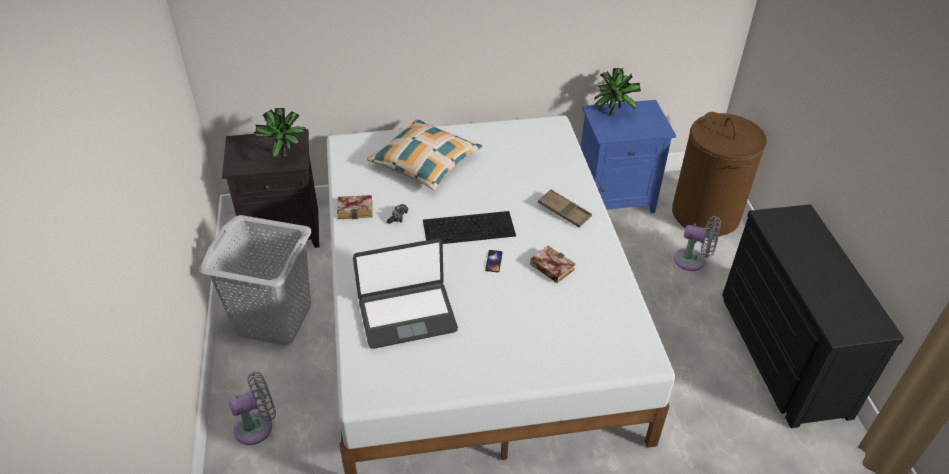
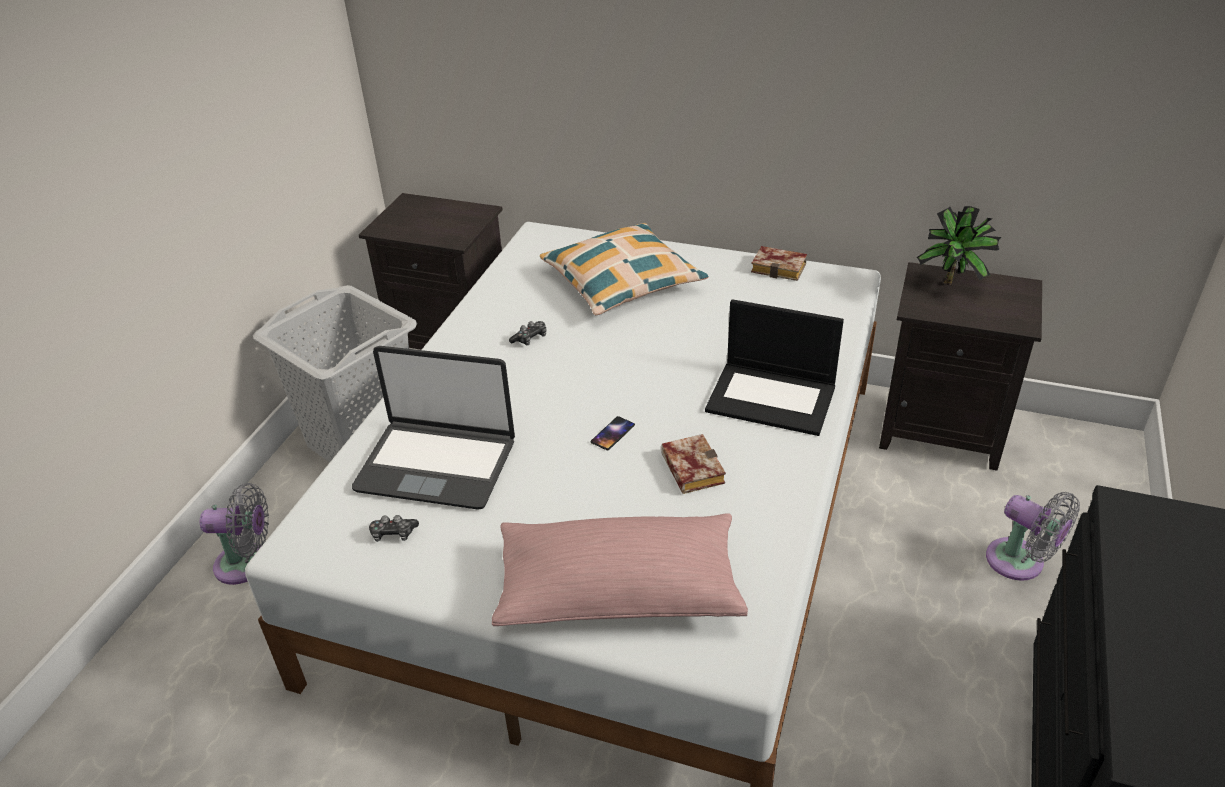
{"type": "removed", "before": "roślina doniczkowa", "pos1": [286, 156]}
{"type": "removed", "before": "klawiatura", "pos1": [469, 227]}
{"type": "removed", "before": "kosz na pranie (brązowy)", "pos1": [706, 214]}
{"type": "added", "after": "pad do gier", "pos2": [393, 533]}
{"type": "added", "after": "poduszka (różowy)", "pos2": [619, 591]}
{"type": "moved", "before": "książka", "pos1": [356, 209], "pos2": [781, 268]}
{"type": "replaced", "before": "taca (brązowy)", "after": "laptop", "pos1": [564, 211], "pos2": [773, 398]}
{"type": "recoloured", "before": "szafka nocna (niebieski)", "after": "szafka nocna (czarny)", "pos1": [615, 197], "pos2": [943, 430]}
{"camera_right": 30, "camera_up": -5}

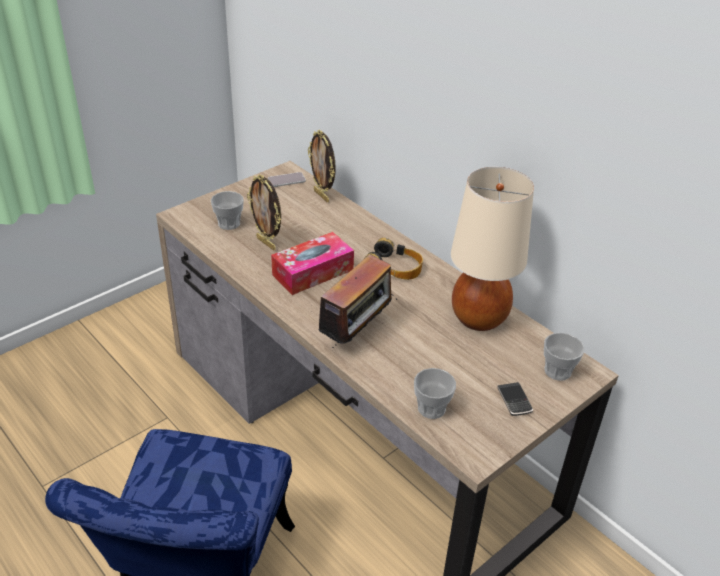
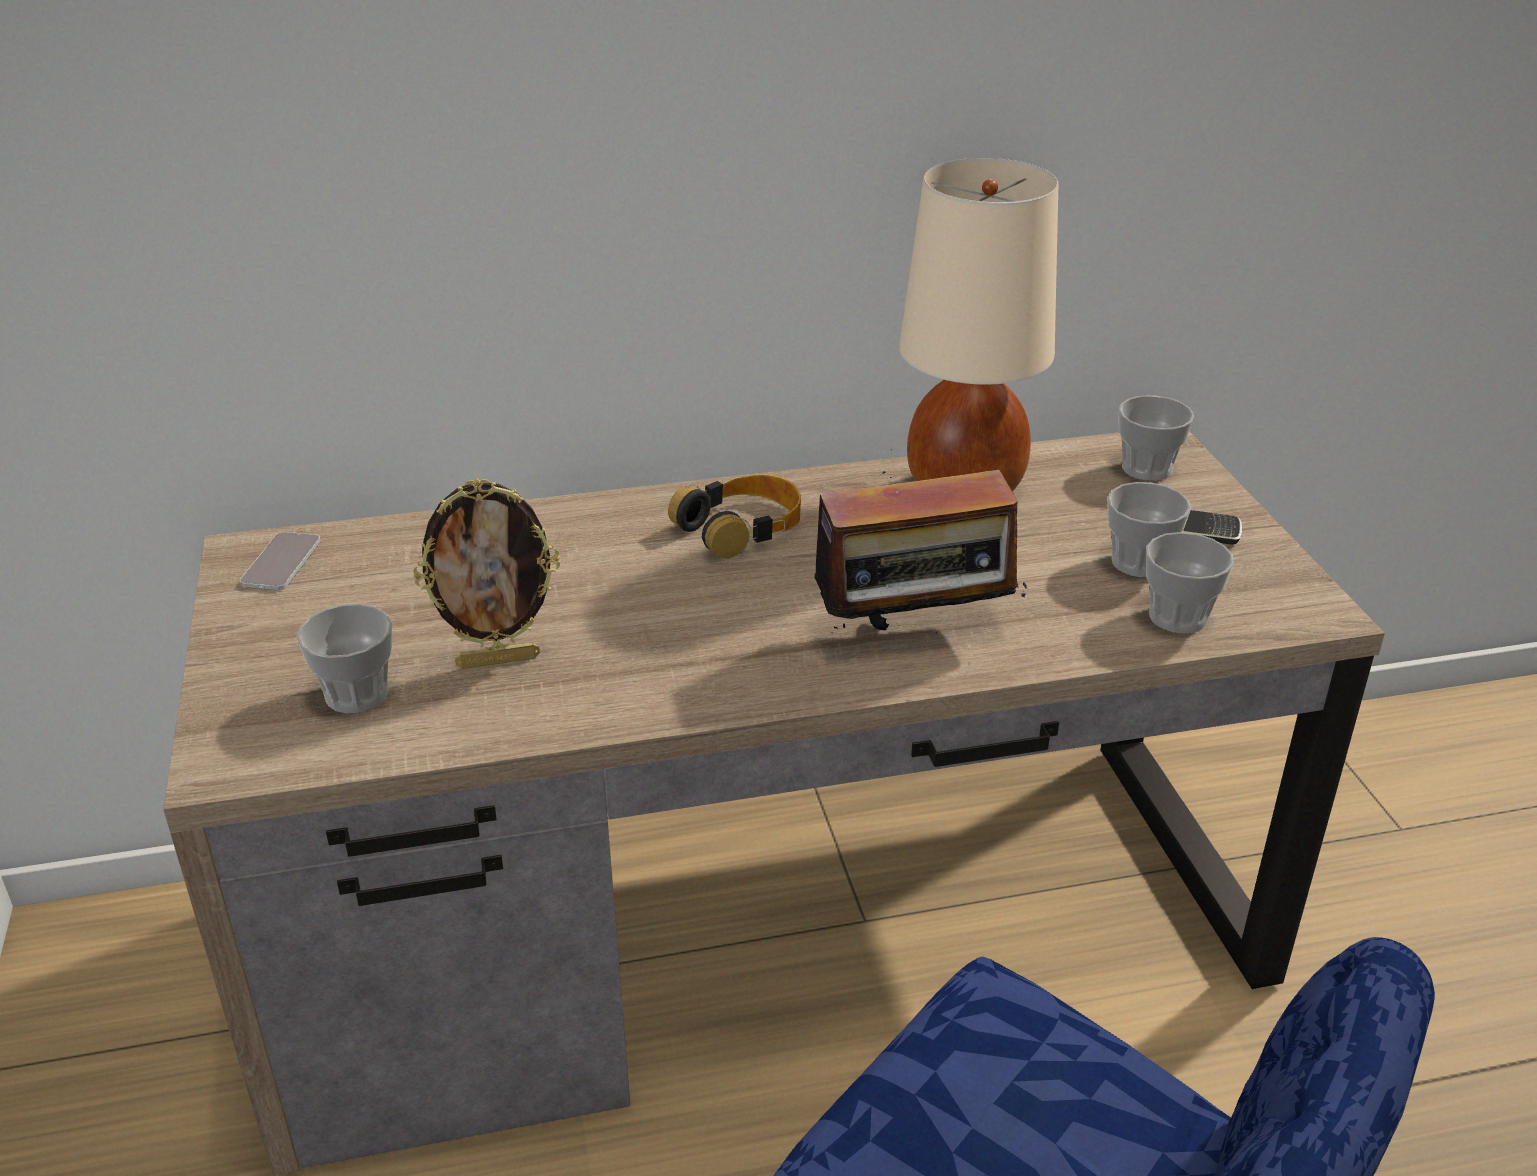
{"type": "removed", "before": "pudełko chusteczek", "pos1": [313, 272]}
{"type": "removed", "before": "ramka na zdjęcie", "pos1": [322, 196]}
{"type": "added", "after": "filiżanka", "pos2": [1139, 563]}
{"type": "turned", "before": "radio", "pos1": [356, 334], "pos2": [914, 634], "turn": 105}
{"camera_right": -60, "camera_up": -5}

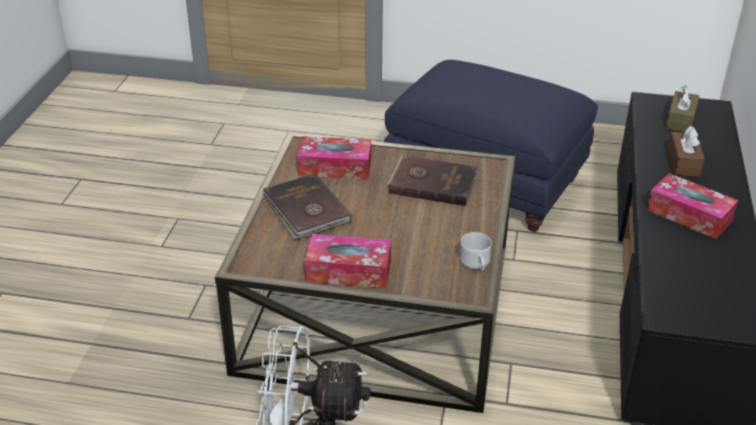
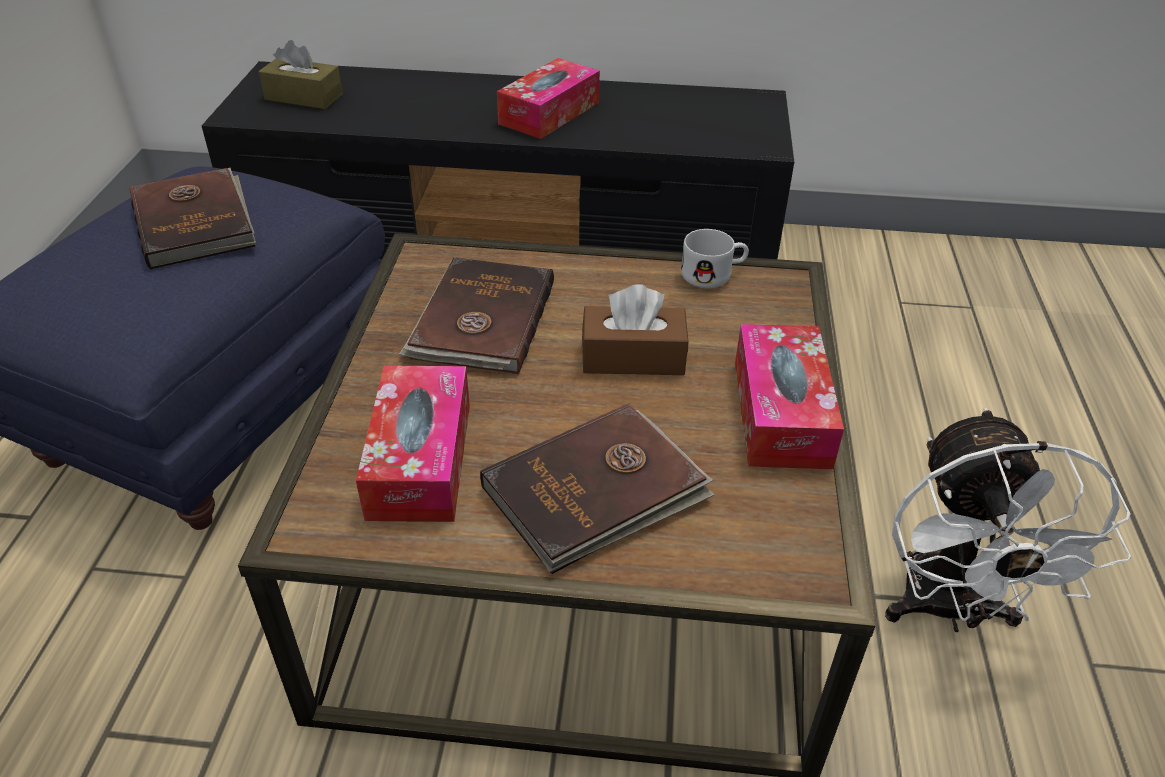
{"type": "added", "after": "książka (brązowy)", "pos2": [196, 222]}
{"type": "moved", "before": "pudełko chusteczek (brązowy)", "pos1": [683, 162], "pos2": [633, 357]}
{"camera_right": -95, "camera_up": 5}

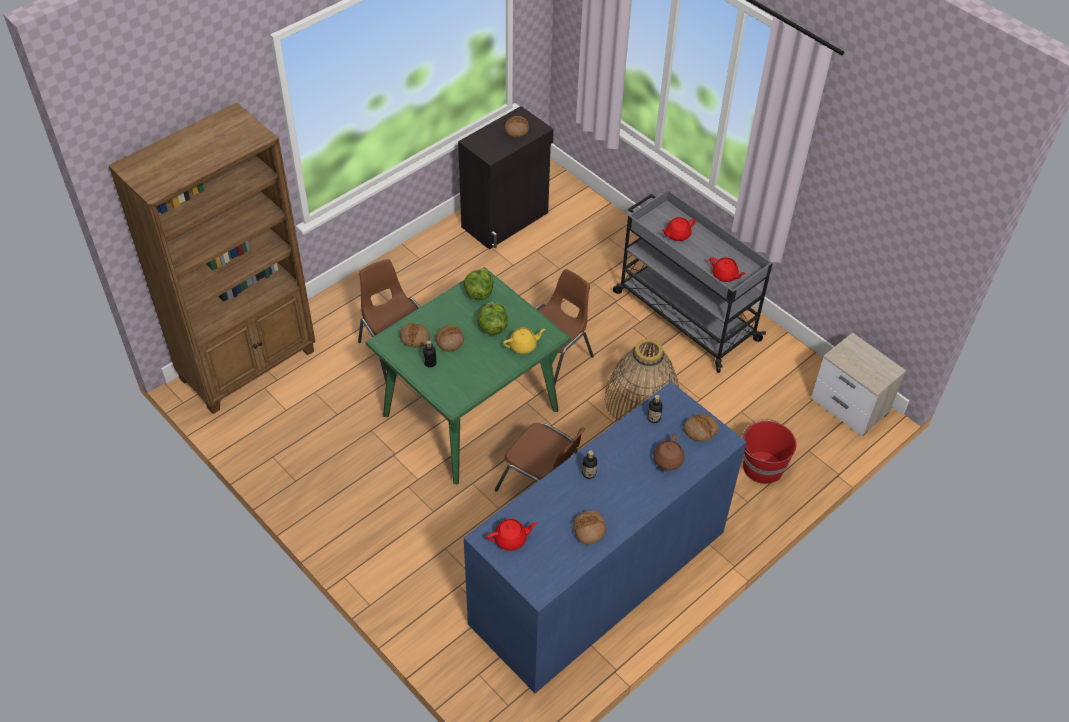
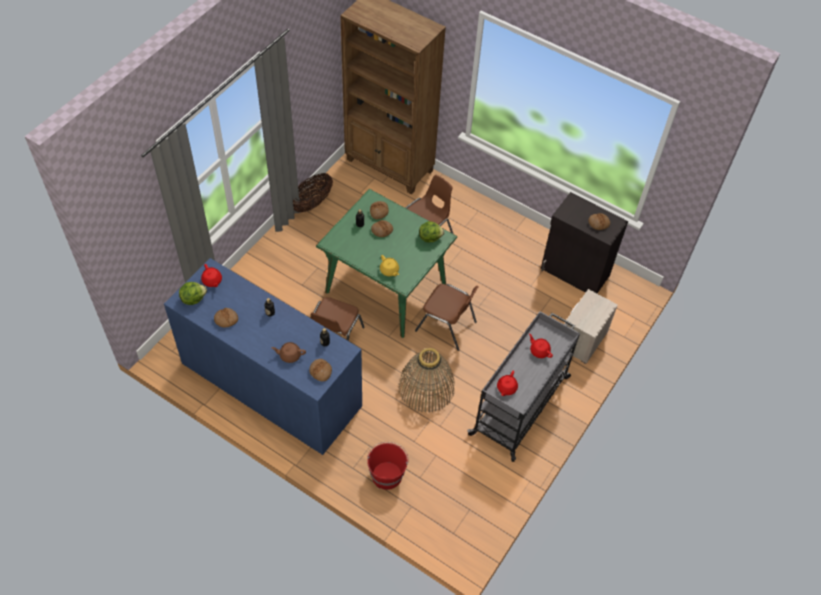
{"type": "added", "after": "koszyk", "pos2": [312, 203]}
{"type": "moved", "before": "sałata", "pos1": [492, 327], "pos2": [193, 298]}
{"type": "moved", "before": "szafka nocna", "pos1": [850, 407], "pos2": [582, 340]}
{"camera_right": 75, "camera_up": 5}

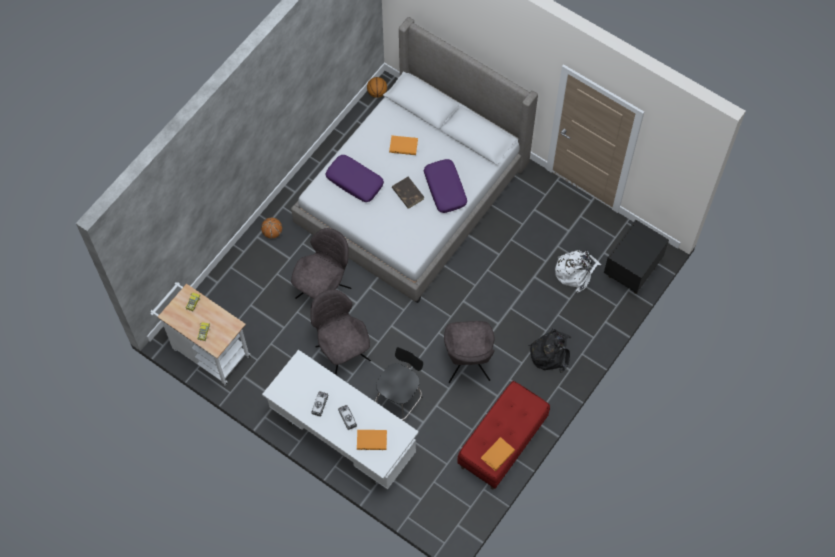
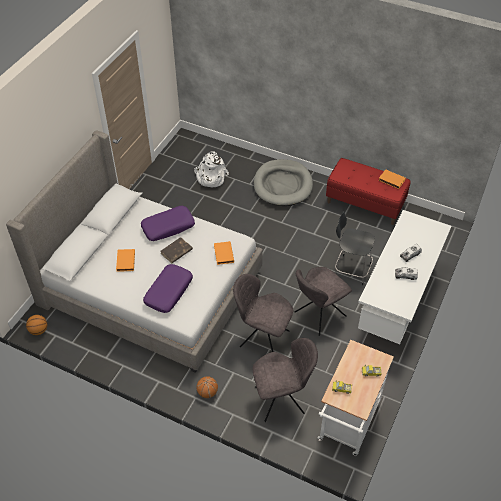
{"type": "removed", "before": "szafka nocna (czarny)", "pos1": [631, 272]}
{"type": "moved", "before": "książka (pomarańczowy)", "pos1": [372, 440], "pos2": [223, 254]}
{"type": "moved", "before": "krzesło (szary)", "pos1": [467, 365], "pos2": [281, 399]}
{"type": "replaced", "before": "plecak (czarny)", "after": "legowisko (szary)", "pos1": [550, 353], "pos2": [283, 185]}
{"camera_right": -100, "camera_up": -15}

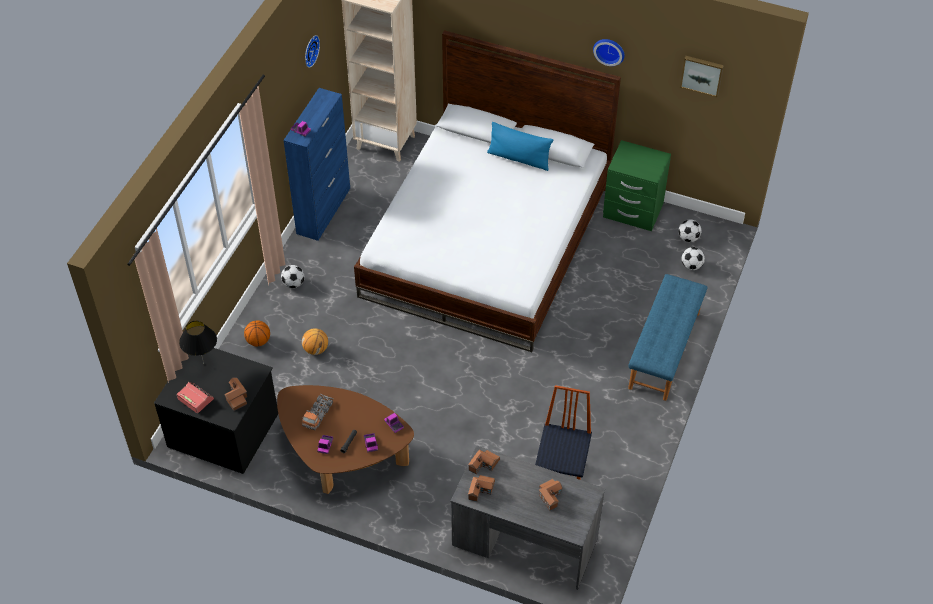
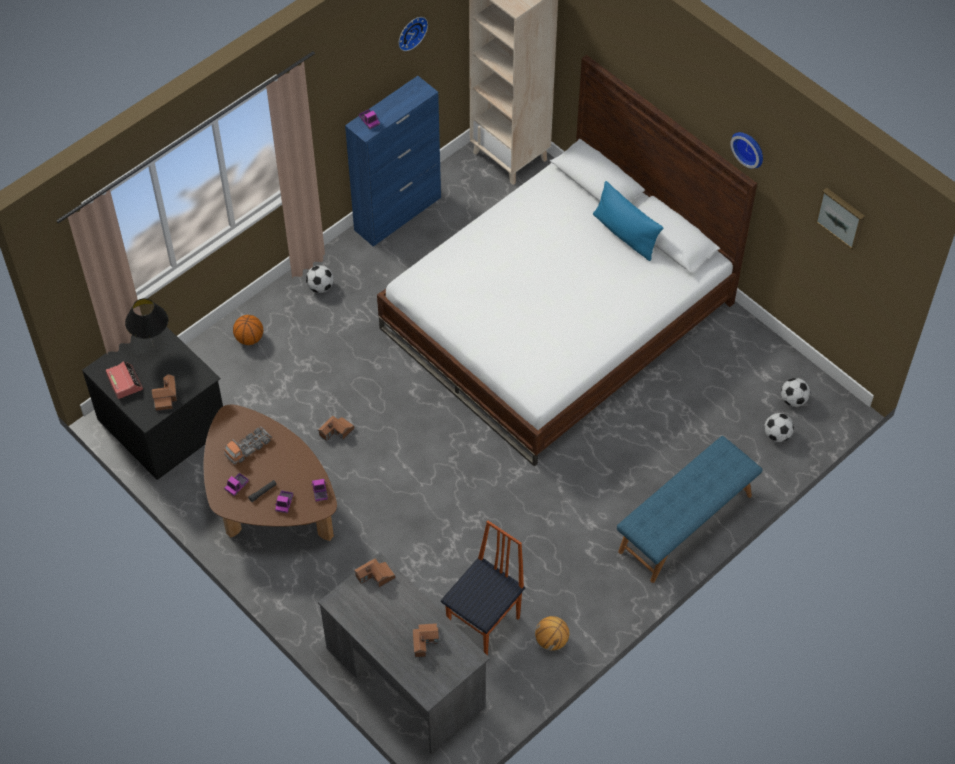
{"type": "removed", "before": "szafka nocna (zielony)", "pos1": [632, 211]}
{"type": "moved", "before": "piłka do koszykówki", "pos1": [316, 349], "pos2": [551, 640]}
{"type": "moved", "before": "domek", "pos1": [481, 490], "pos2": [336, 432]}
{"camera_right": 25, "camera_up": 5}

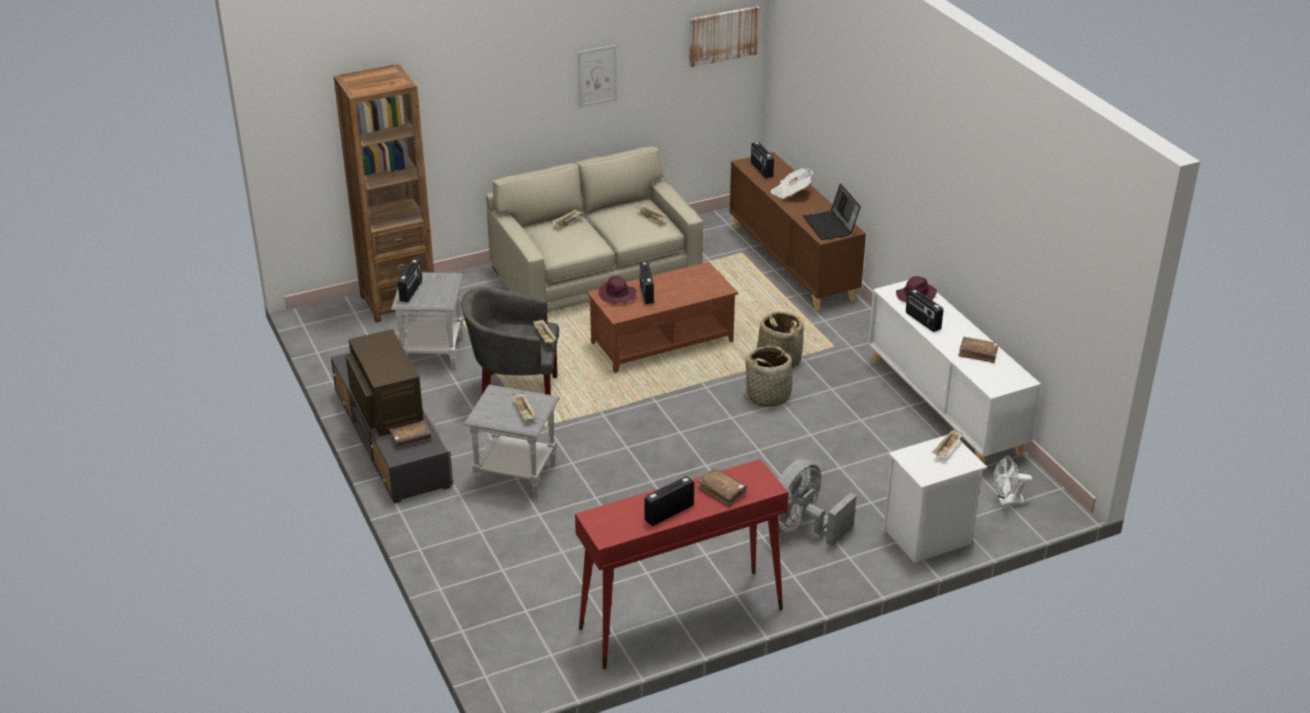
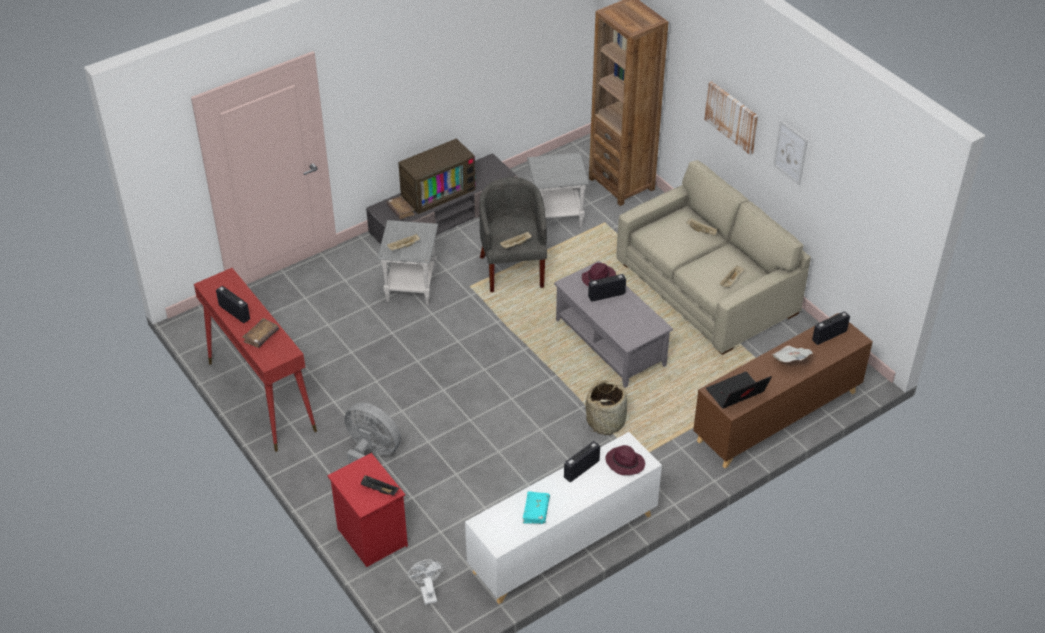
{"type": "removed", "before": "radio", "pos1": [411, 291]}
{"type": "removed", "before": "koszyk", "pos1": [769, 395]}
{"type": "moved", "before": "obraz", "pos1": [723, 35], "pos2": [732, 117]}
{"type": "recoloured", "before": "ława (brązowy)", "after": "ława (szary)", "pos1": [662, 342], "pos2": [611, 342]}
{"type": "recoloured", "before": "szafka nocna (biały)", "after": "szafka nocna (czerwony)", "pos1": [927, 538], "pos2": [370, 536]}
{"type": "recoloured", "before": "taca (beżowy)", "after": "taca (czarny)", "pos1": [947, 450], "pos2": [379, 490]}
{"type": "recoloured", "before": "książka (brązowy)", "after": "książka (turkusowy)", "pos1": [978, 353], "pos2": [536, 511]}
{"camera_right": 80, "camera_up": 10}

